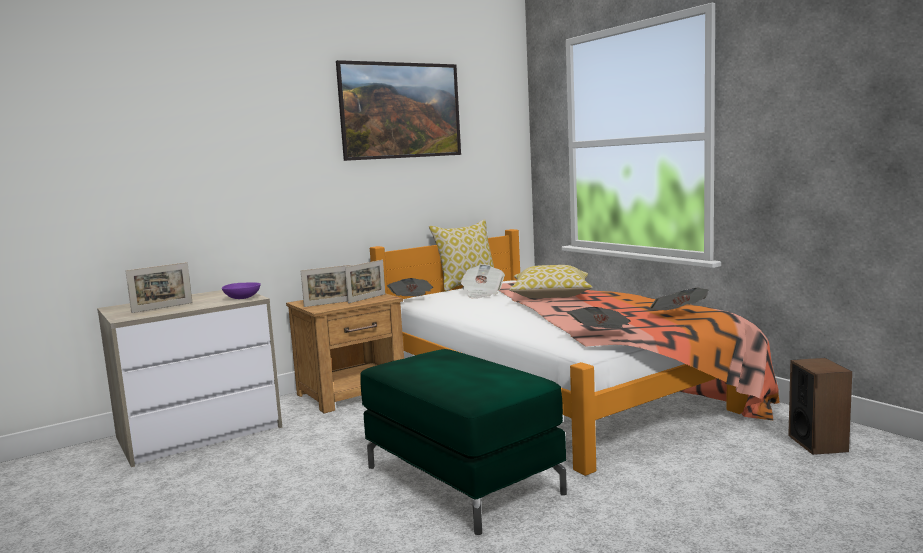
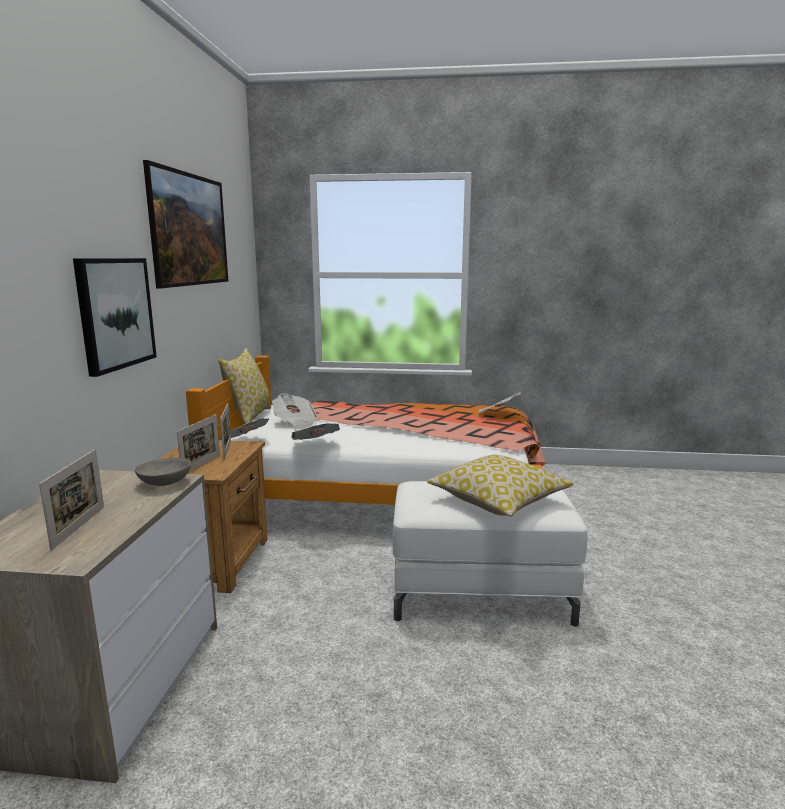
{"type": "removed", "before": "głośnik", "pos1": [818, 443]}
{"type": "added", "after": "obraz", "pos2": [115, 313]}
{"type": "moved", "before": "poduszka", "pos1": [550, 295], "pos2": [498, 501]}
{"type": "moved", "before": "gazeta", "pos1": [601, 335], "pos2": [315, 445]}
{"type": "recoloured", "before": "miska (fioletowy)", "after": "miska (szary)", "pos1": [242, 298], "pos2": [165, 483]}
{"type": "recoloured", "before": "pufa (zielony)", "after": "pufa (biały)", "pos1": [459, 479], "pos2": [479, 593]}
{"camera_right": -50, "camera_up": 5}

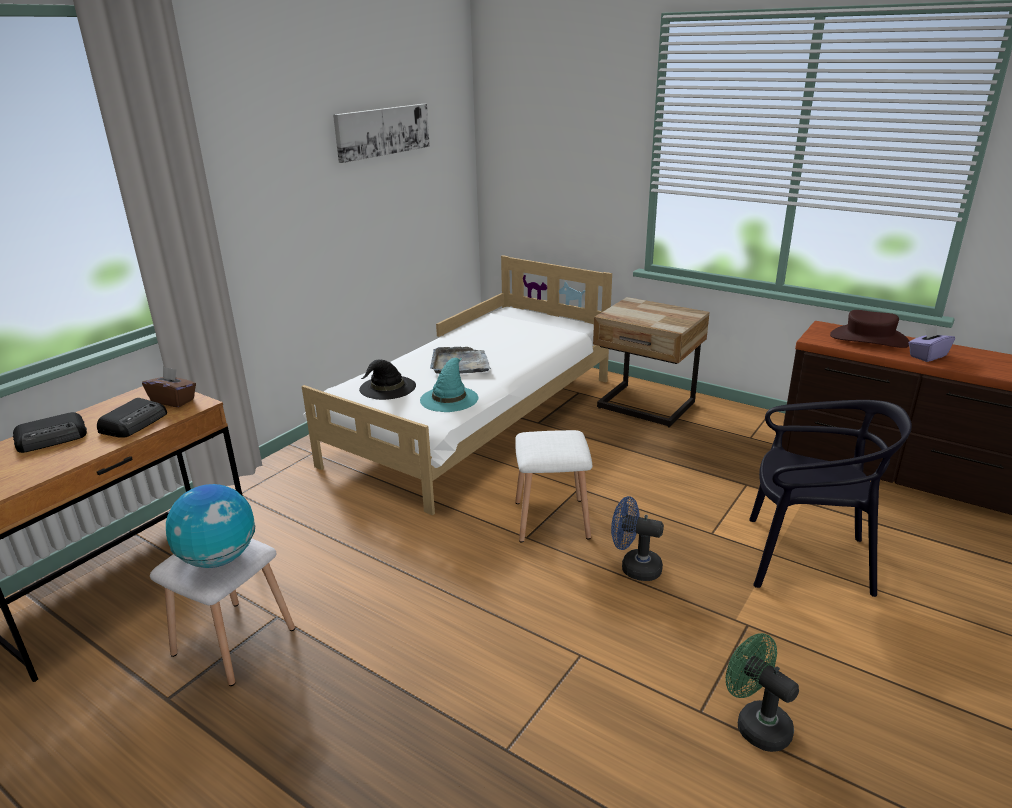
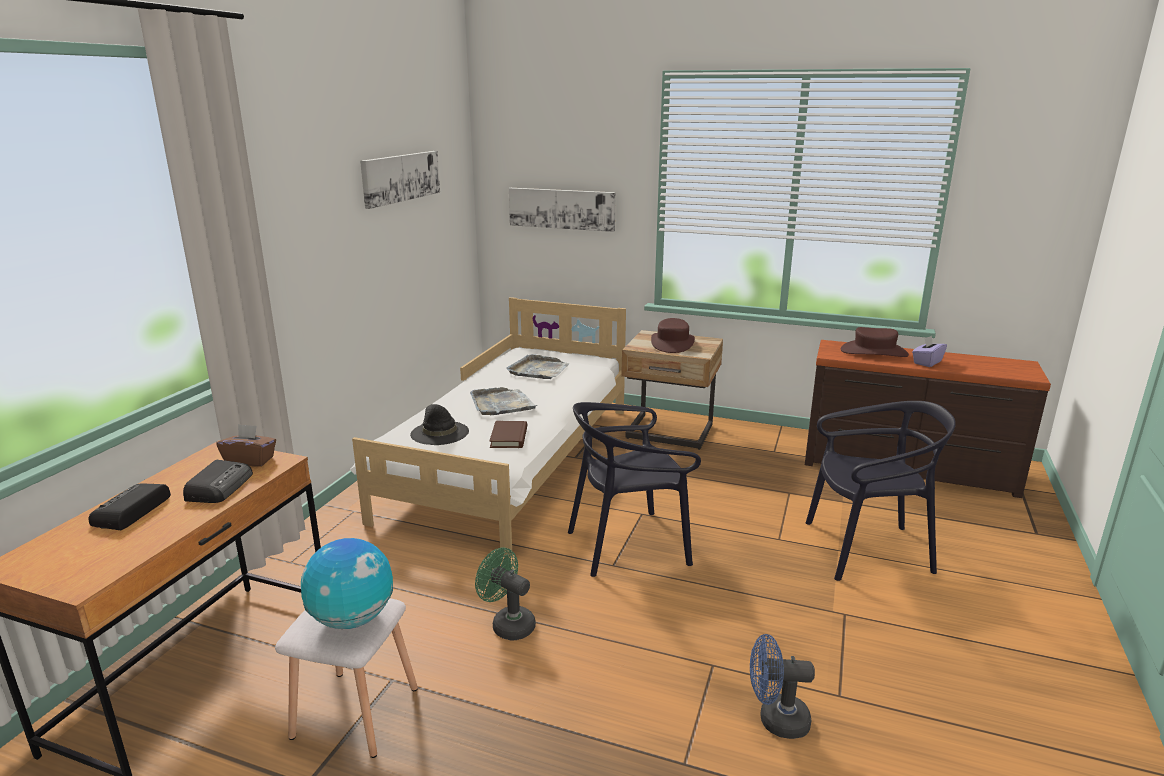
{"type": "added", "after": "taca (szary)", "pos2": [538, 370]}
{"type": "added", "after": "obraz", "pos2": [562, 208]}
{"type": "added", "after": "kapelusz (brązowy)", "pos2": [672, 343]}
{"type": "moved", "before": "wentylator (niebieski)", "pos1": [634, 567], "pos2": [775, 720]}
{"type": "moved", "before": "wentylator (zielony)", "pos1": [756, 723], "pos2": [508, 624]}
{"type": "replaced", "before": "kapelusz (turkusowy)", "after": "książka (brązowy)", "pos1": [449, 398], "pos2": [509, 437]}
{"type": "replaced", "before": "stołek (biały)", "after": "krzesło (czarny)", "pos1": [550, 519], "pos2": [628, 545]}
{"type": "turned", "before": "radio", "pos1": [53, 438], "pos2": [130, 512], "turn": 150}
{"camera_right": -15, "camera_up": -5}

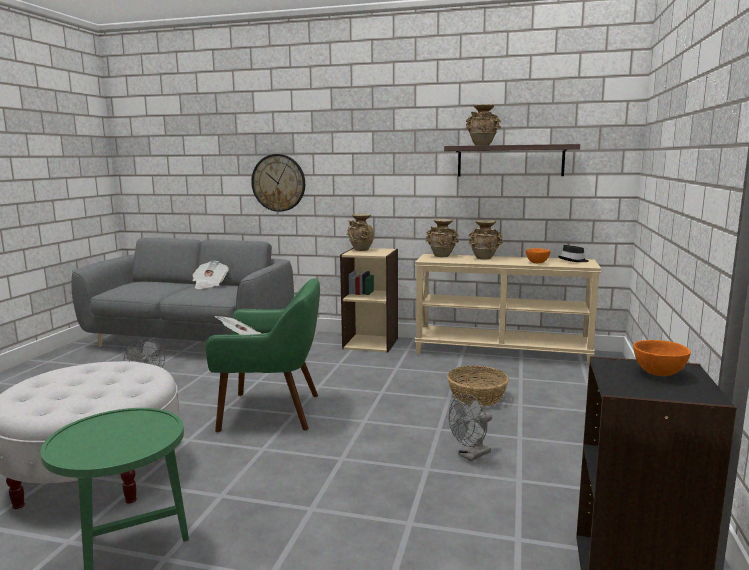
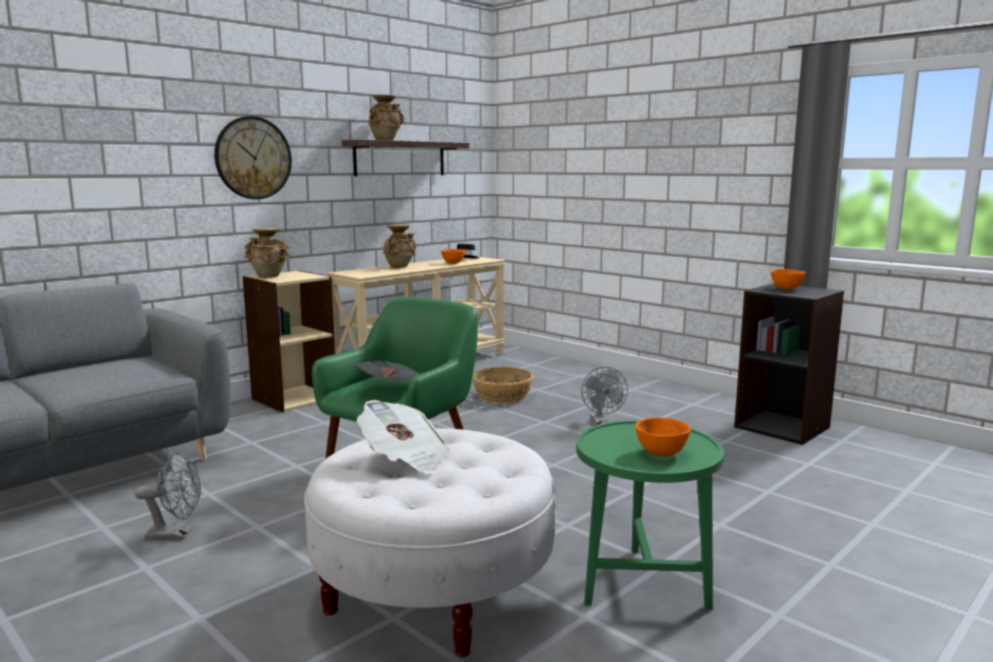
{"type": "removed", "before": "wazon (beżowy)", "pos1": [442, 256]}
{"type": "added", "after": "miska (pomarańczowy)", "pos2": [660, 453]}
{"type": "moved", "before": "gazeta", "pos1": [209, 285], "pos2": [405, 459]}
{"type": "moved", "before": "zegar ścienny", "pos1": [278, 183], "pos2": [253, 158]}
{"camera_right": -60, "camera_up": 0}

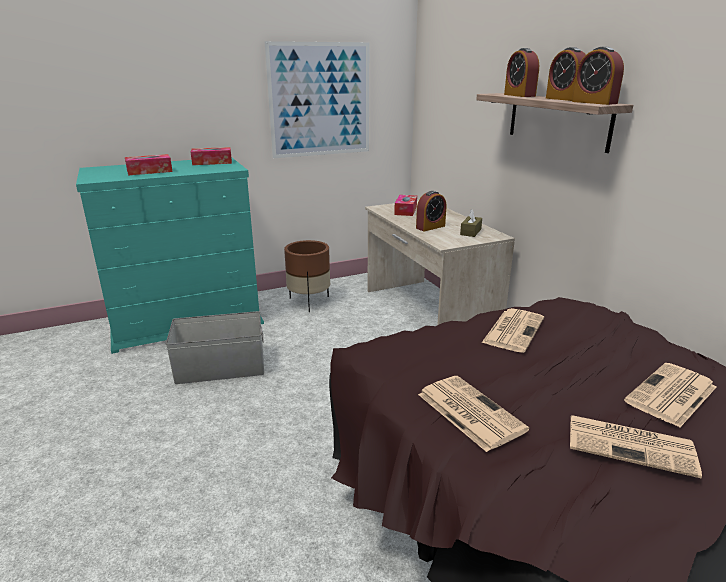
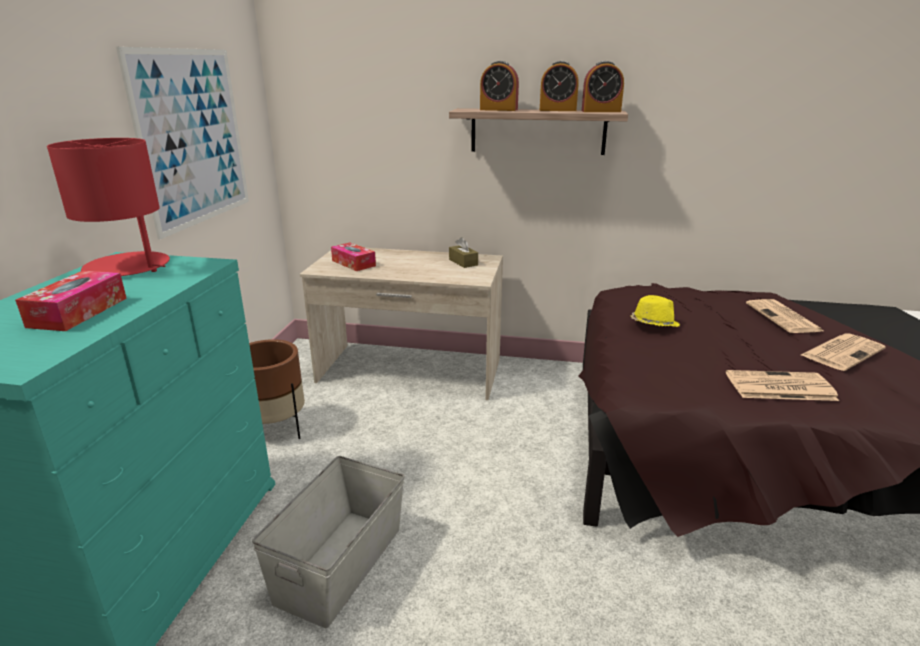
{"type": "removed", "before": "budzik", "pos1": [430, 227]}
{"type": "replaced", "before": "pudełko chusteczek", "after": "lampa stołowa (czerwony)", "pos1": [212, 162], "pos2": [128, 267]}
{"type": "replaced", "before": "gazeta", "after": "kapelusz (żółty)", "pos1": [513, 330], "pos2": [653, 324]}
{"camera_right": -55, "camera_up": 0}

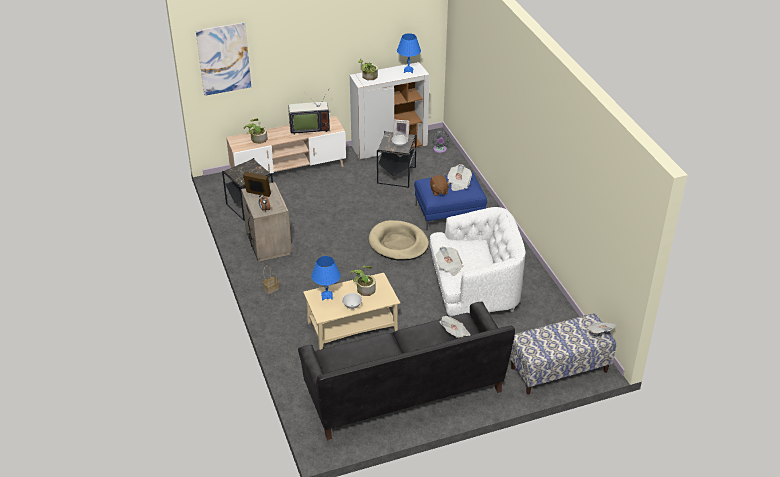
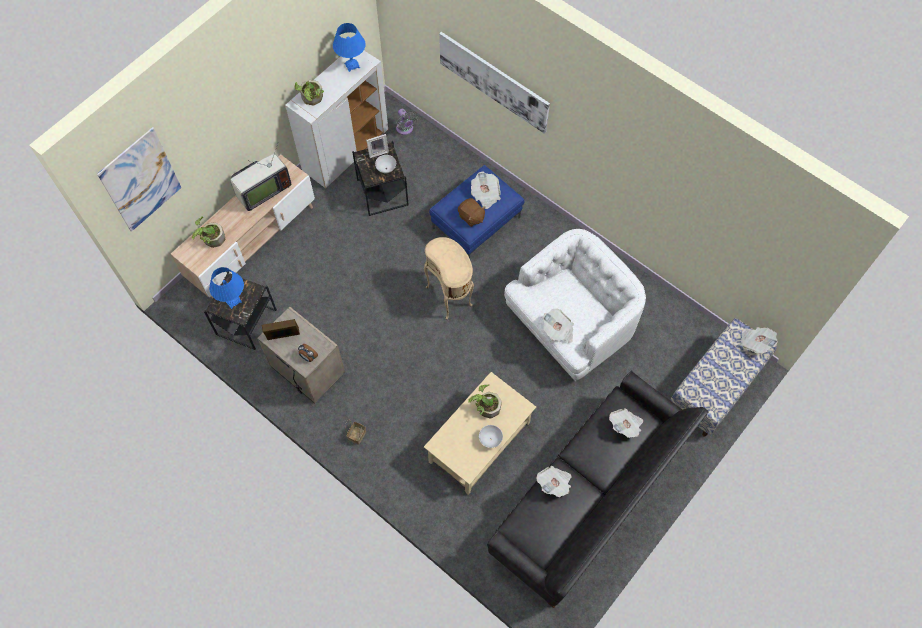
{"type": "added", "after": "obraz", "pos2": [494, 81]}
{"type": "added", "after": "gazeta", "pos2": [554, 483]}
{"type": "moved", "before": "lampa stołowa (niebieski)", "pos1": [327, 296], "pos2": [233, 301]}
{"type": "replaced", "before": "legowisko (beżowy)", "after": "stolik (beżowy)", "pos1": [398, 243], "pos2": [450, 296]}
{"camera_right": -30, "camera_up": 25}

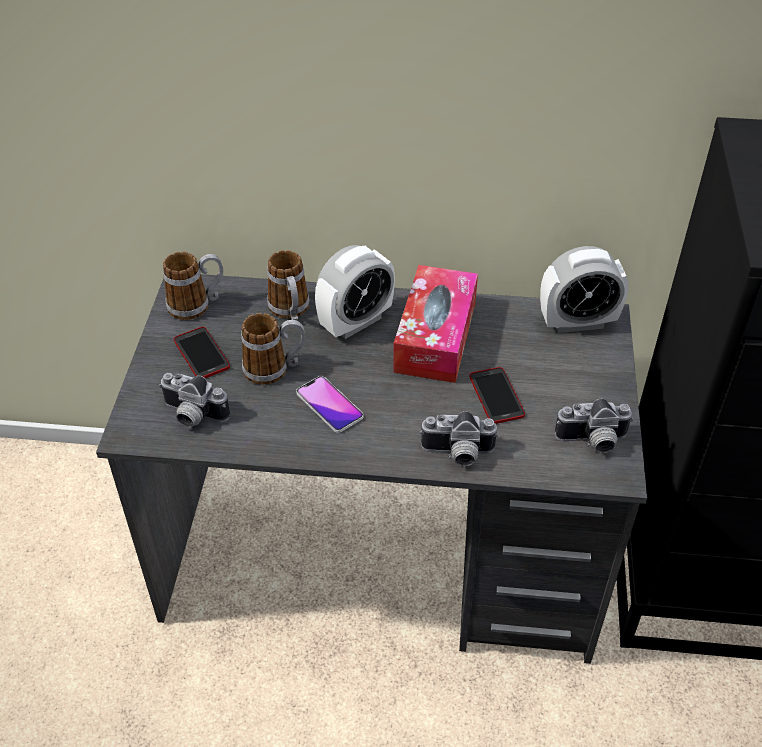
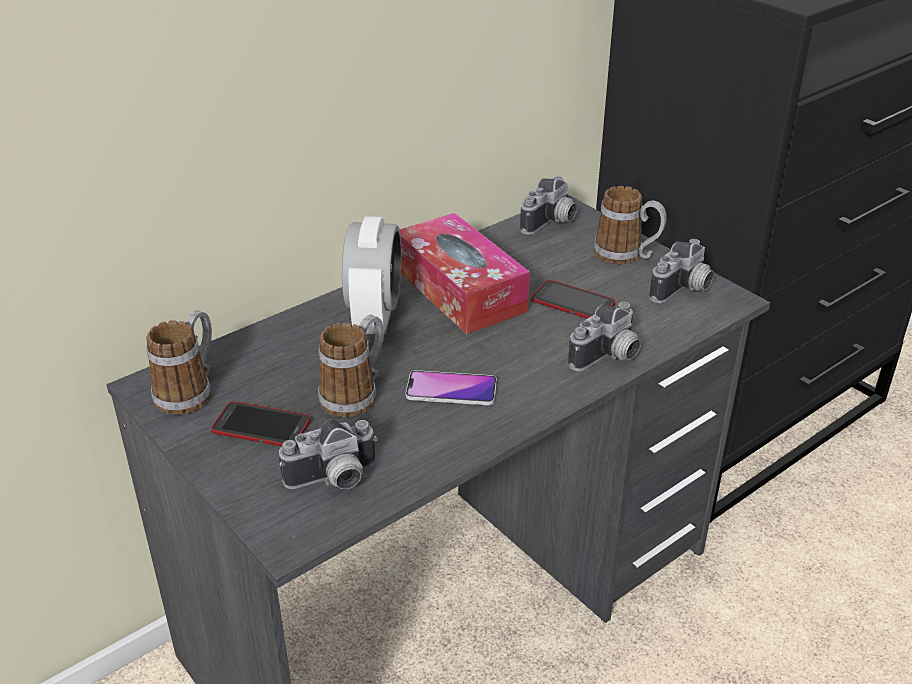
{"type": "moved", "before": "kubek", "pos1": [290, 311], "pos2": [626, 255]}
{"type": "replaced", "before": "budzik", "after": "aparat fotograficzny", "pos1": [577, 322], "pos2": [551, 223]}
{"camera_right": -45, "camera_up": -10}

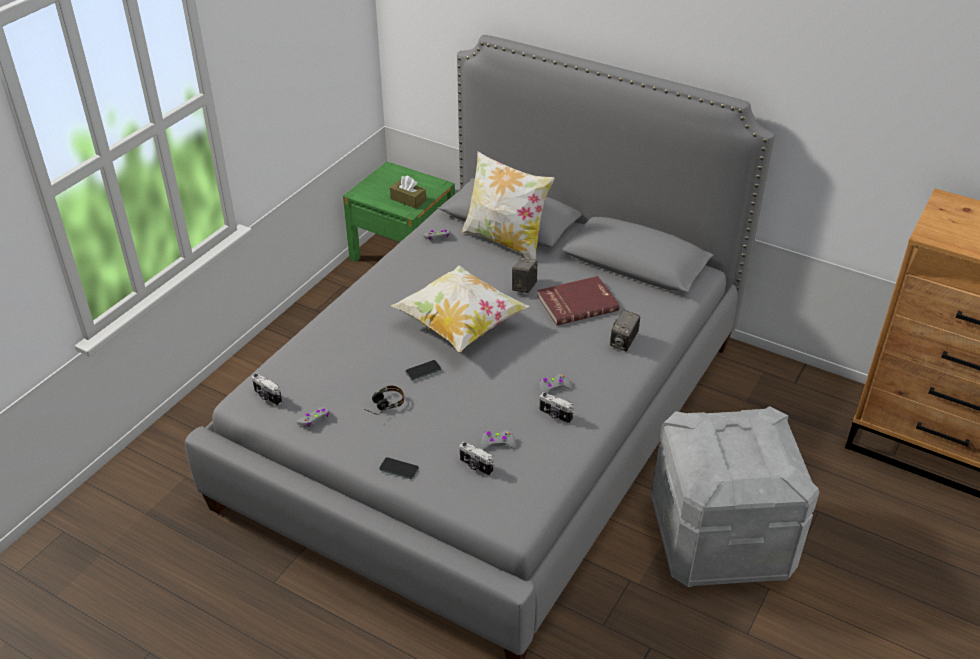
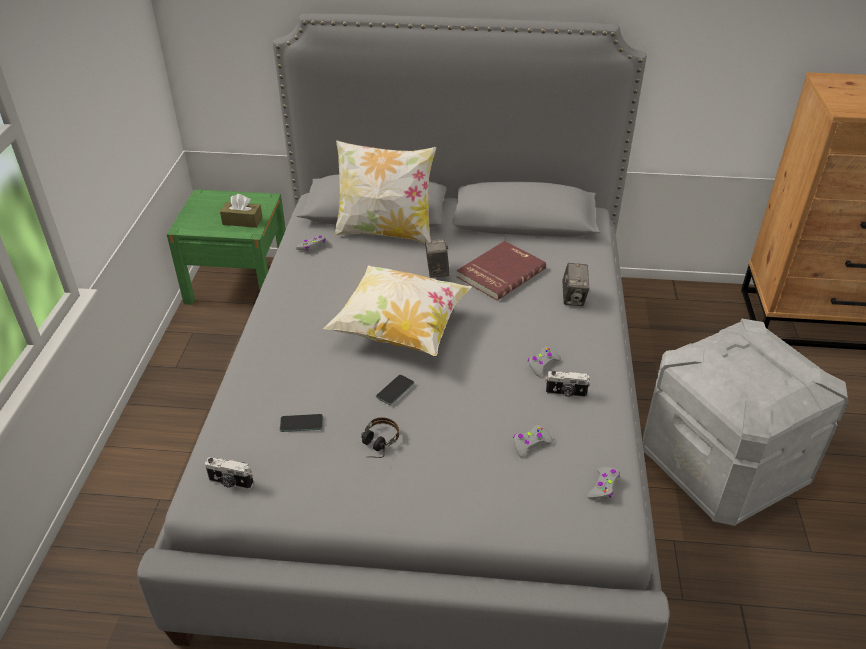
{"type": "removed", "before": "aparat fotograficzny", "pos1": [475, 467]}
{"type": "moved", "before": "pad do gier (szary)", "pos1": [314, 420], "pos2": [603, 487]}
{"type": "moved", "before": "telefon", "pos1": [399, 468], "pos2": [301, 423]}
{"camera_right": -25, "camera_up": 0}

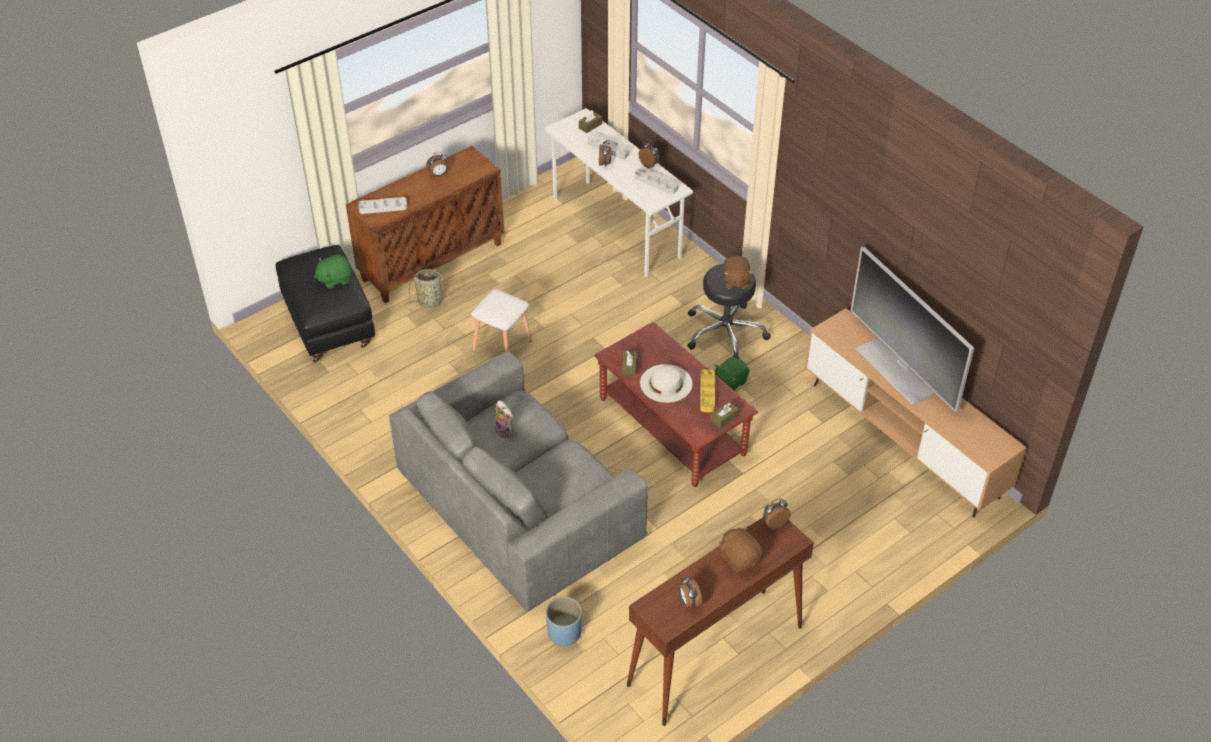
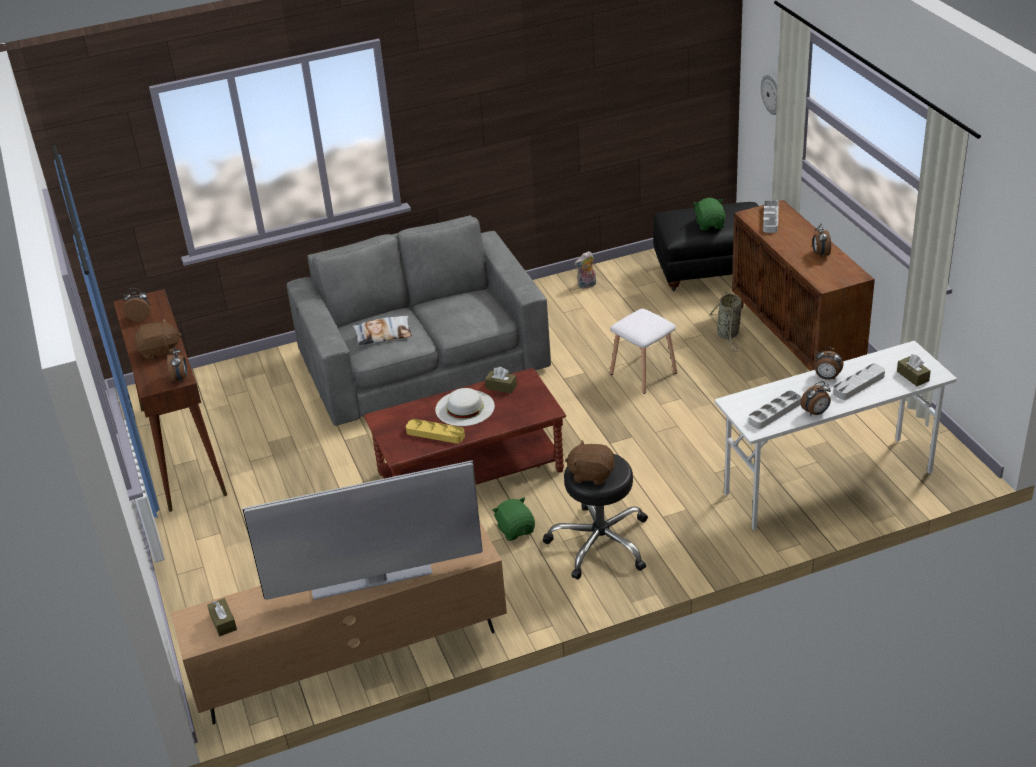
{"type": "removed", "before": "donica (niebieski)", "pos1": [564, 633]}
{"type": "added", "after": "poduszka", "pos2": [383, 334]}
{"type": "added", "after": "zegar ścienny", "pos2": [772, 94]}
{"type": "moved", "before": "pluszak", "pos1": [505, 431], "pos2": [587, 285]}
{"type": "moved", "before": "pudełko chusteczek (brązowy)", "pos1": [724, 419], "pos2": [223, 622]}
{"camera_right": 110, "camera_up": -10}

